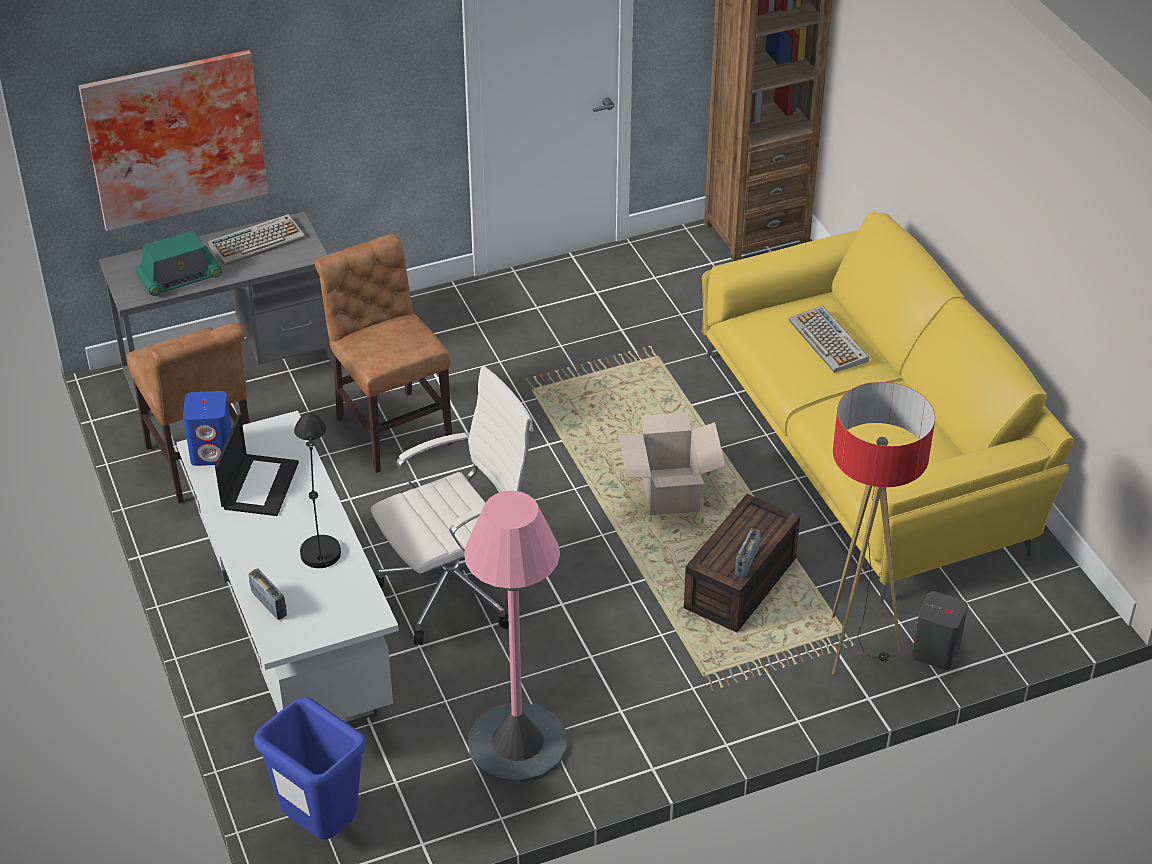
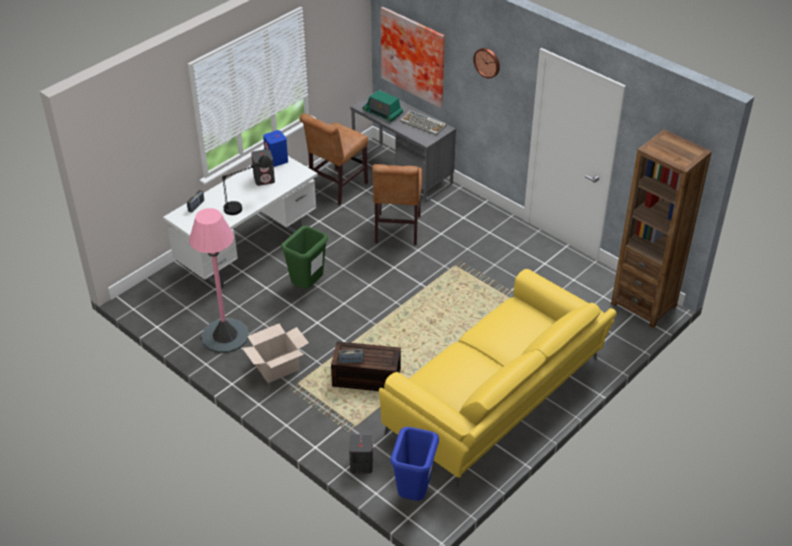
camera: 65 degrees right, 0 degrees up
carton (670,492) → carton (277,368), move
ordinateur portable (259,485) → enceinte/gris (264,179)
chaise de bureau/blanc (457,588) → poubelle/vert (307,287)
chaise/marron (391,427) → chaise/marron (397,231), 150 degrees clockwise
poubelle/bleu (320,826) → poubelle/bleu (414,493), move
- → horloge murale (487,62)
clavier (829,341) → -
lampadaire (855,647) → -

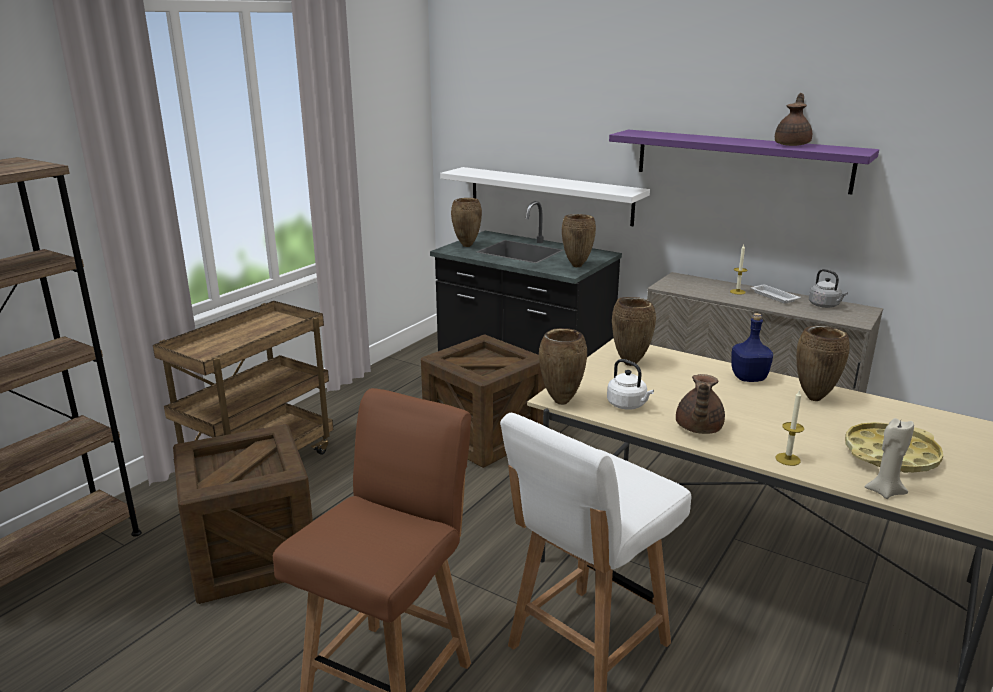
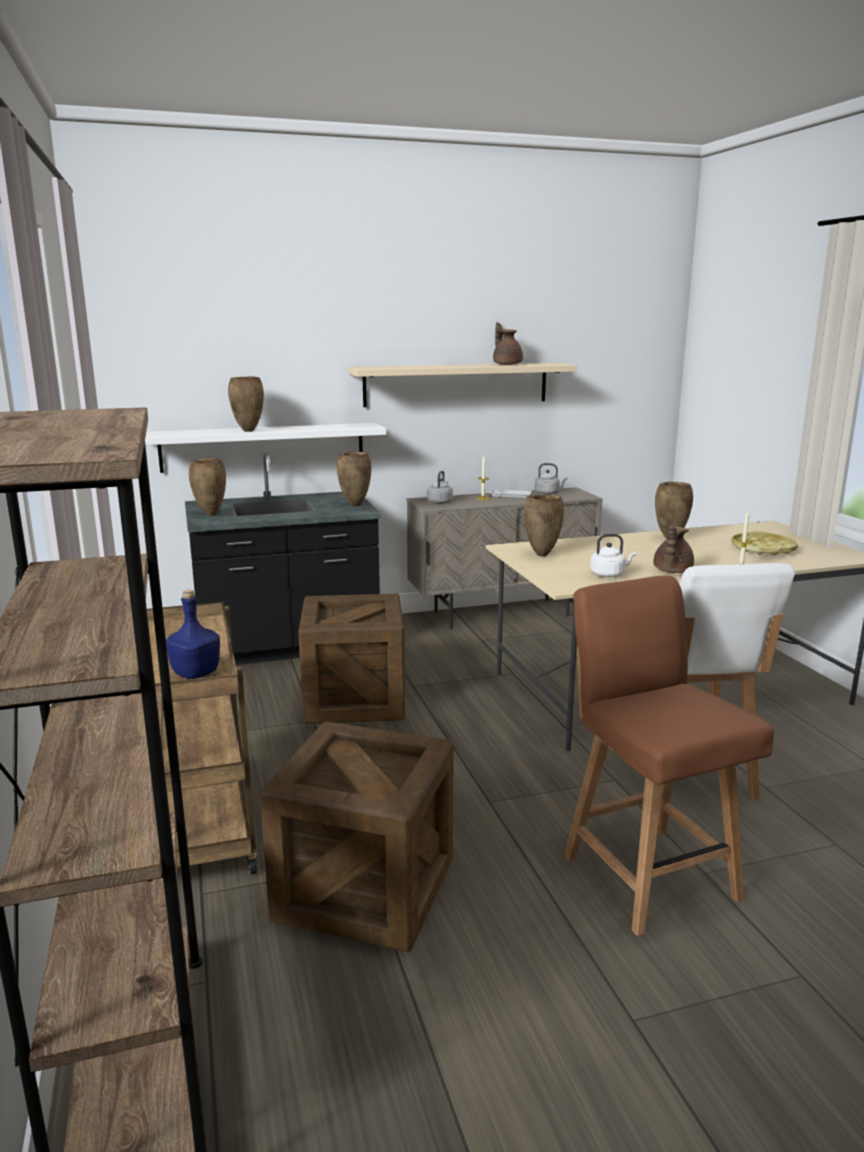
camera: 50 degrees left, 5 degrees down
bouteille/bleu (749,378) → bouteille/bleu (196,673), move
vase/marron (560,402) → vase/marron (248,431), move
étagère/violet (741,160) → étagère/beige (456,384)
- → bouilloire/gris (440,502)
théière/marron (697,428) → théière/marron (671,571), 60 degrees clockwise
bougie/beige (884,491) → -

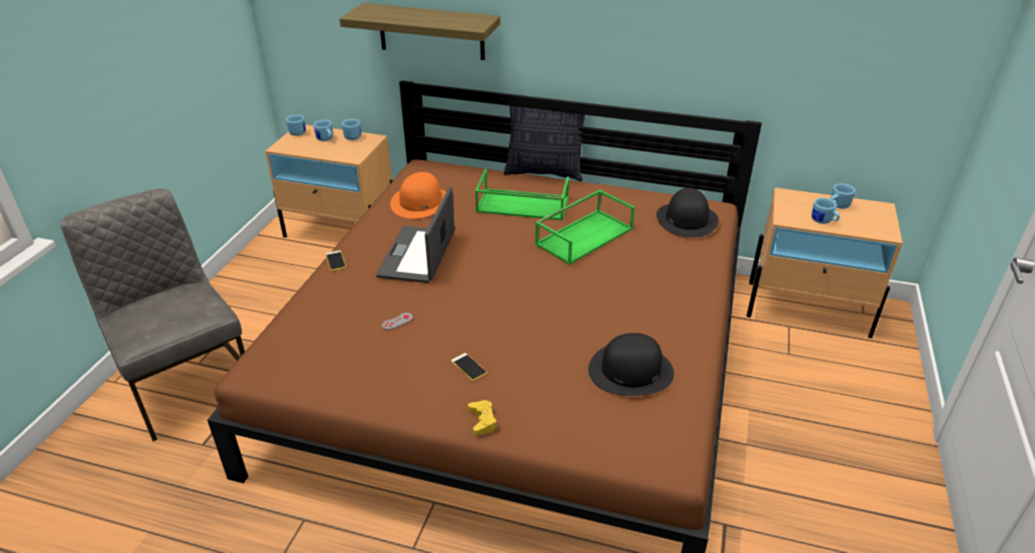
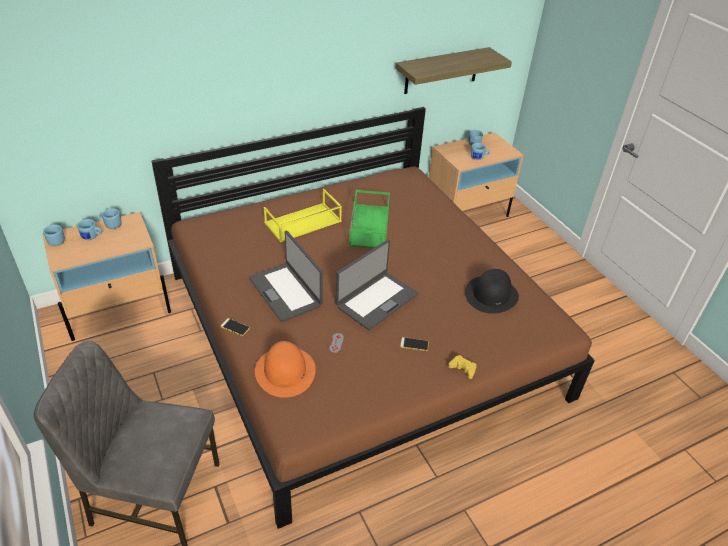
camera: 45 degrees left, 5 degrees up
chapeau/orange (420,202) → chapeau/orange (285,371), move
plateau/vert (521,205) → plateau/jaune (302,223)
- → ordinateur portable (376,300)
étagère (431,32) → étagère (441,70), move
coussin (544,173) → -
chapeau/noir (686,219) → -

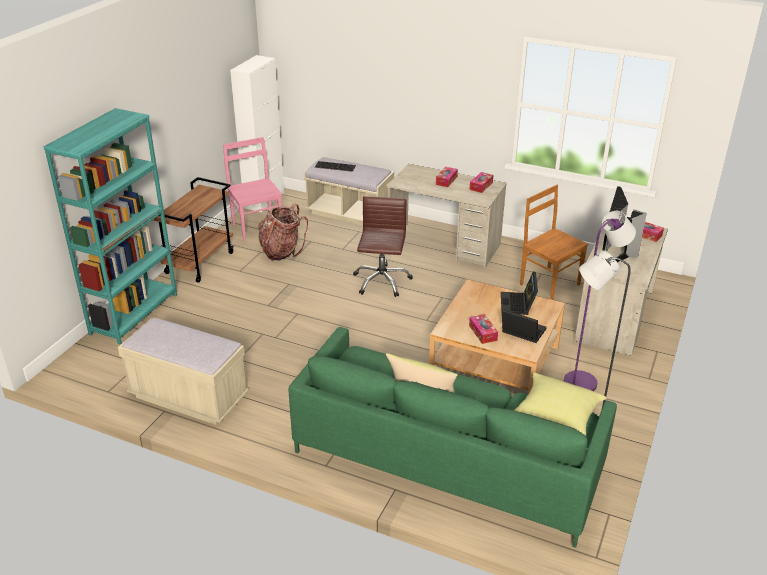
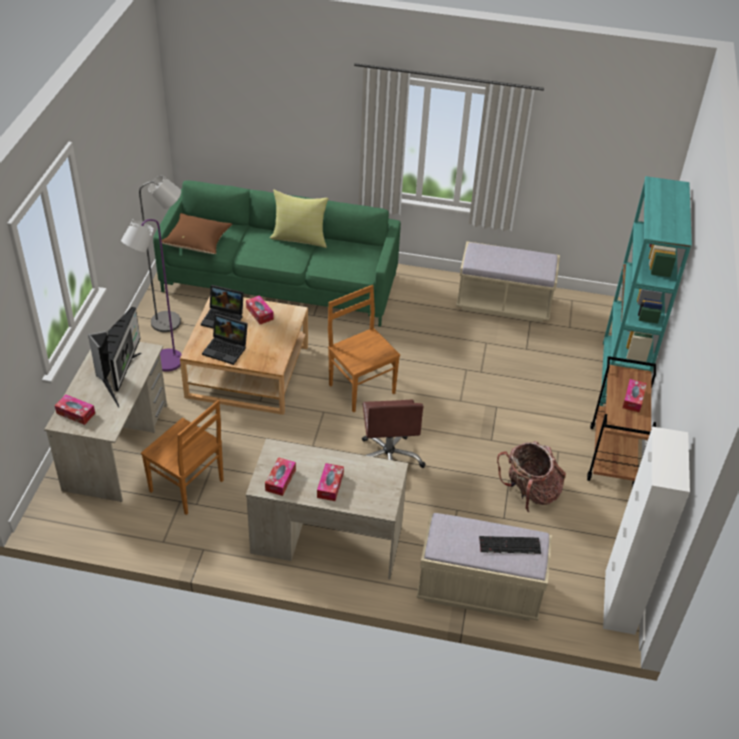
camera: 165 degrees right, 10 degrees up
coussin/jaune (556,416) → coussin/marron (198,243)
ordinateur portable (518,304) → ordinateur portable (227,349), 120 degrees clockwise
- → chaise/marron (361,388)
- → boîte à mouchoirs (633,399)
chaise/rose (257,227) → -

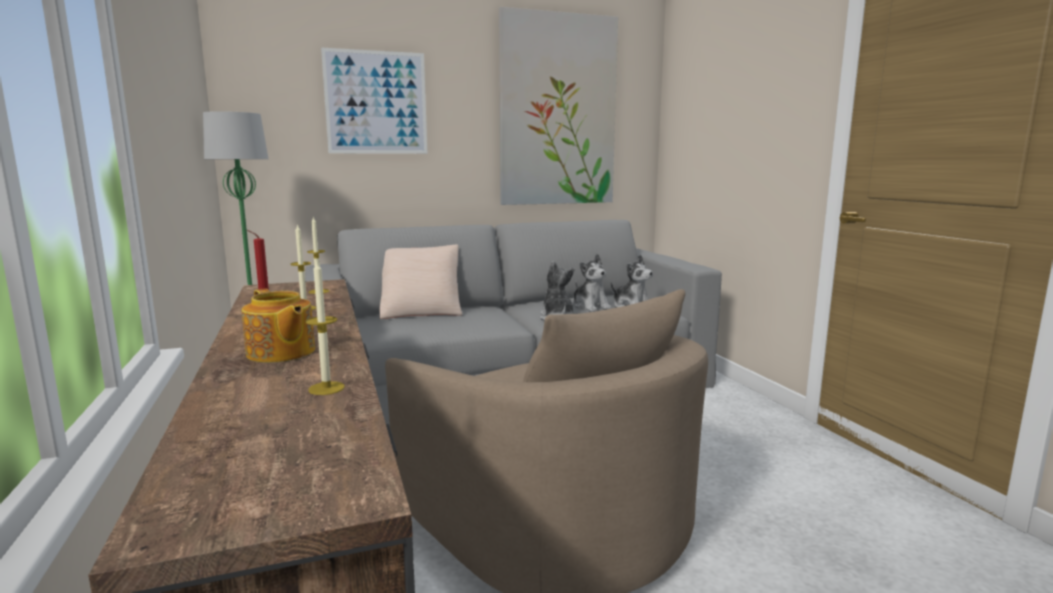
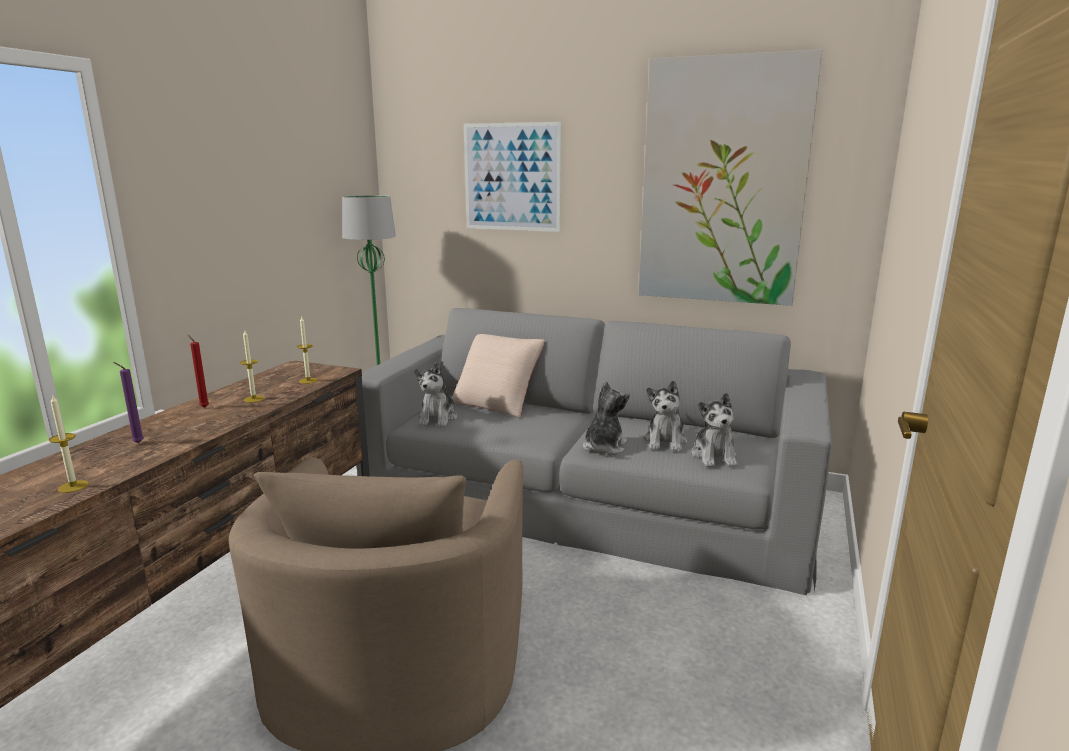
camera: 40 degrees right, 5 degrees up
théière (281,353) → bougie/violet (136,443)
- → peluche (438,418)

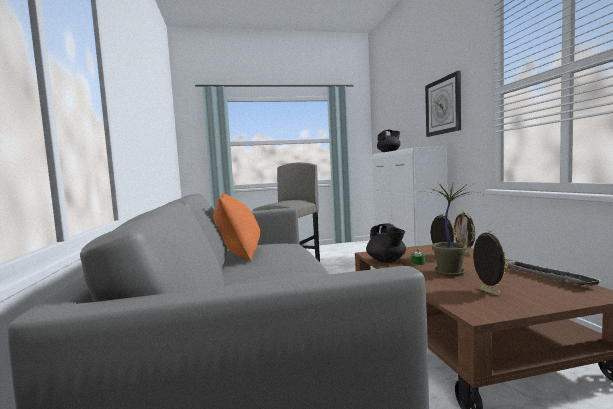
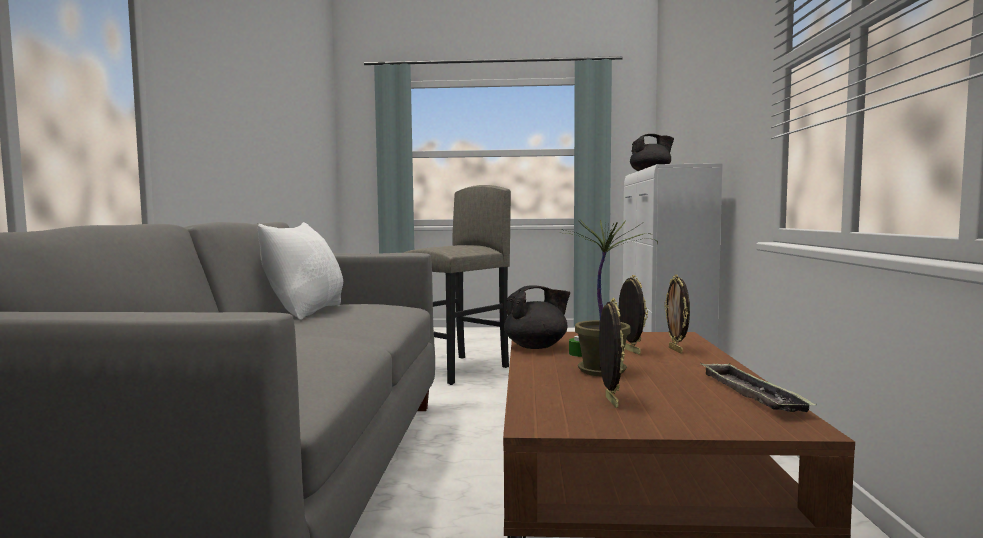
camera: 15 degrees right, 0 degrees up
coussin/orange (239,254) → coussin/blanc (306,312)
théière/noir (386,261) → théière/noir (537,347), 105 degrees counterclockwise
horloge murale (443,106) → -

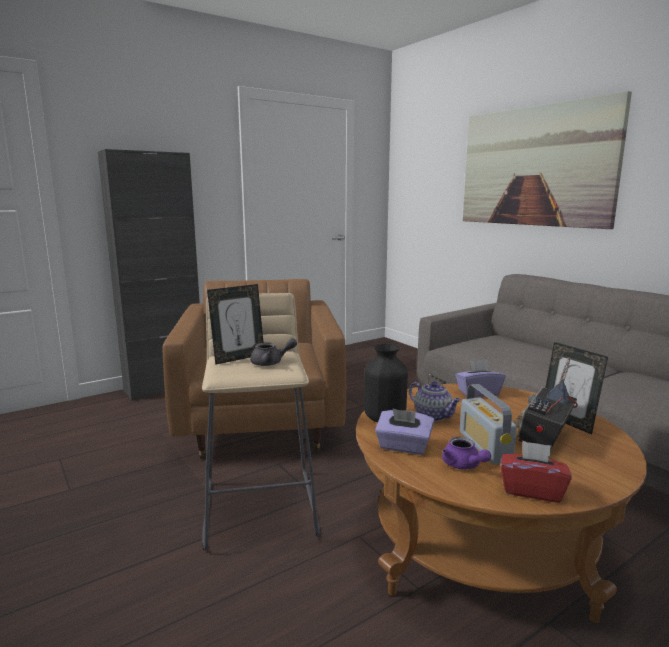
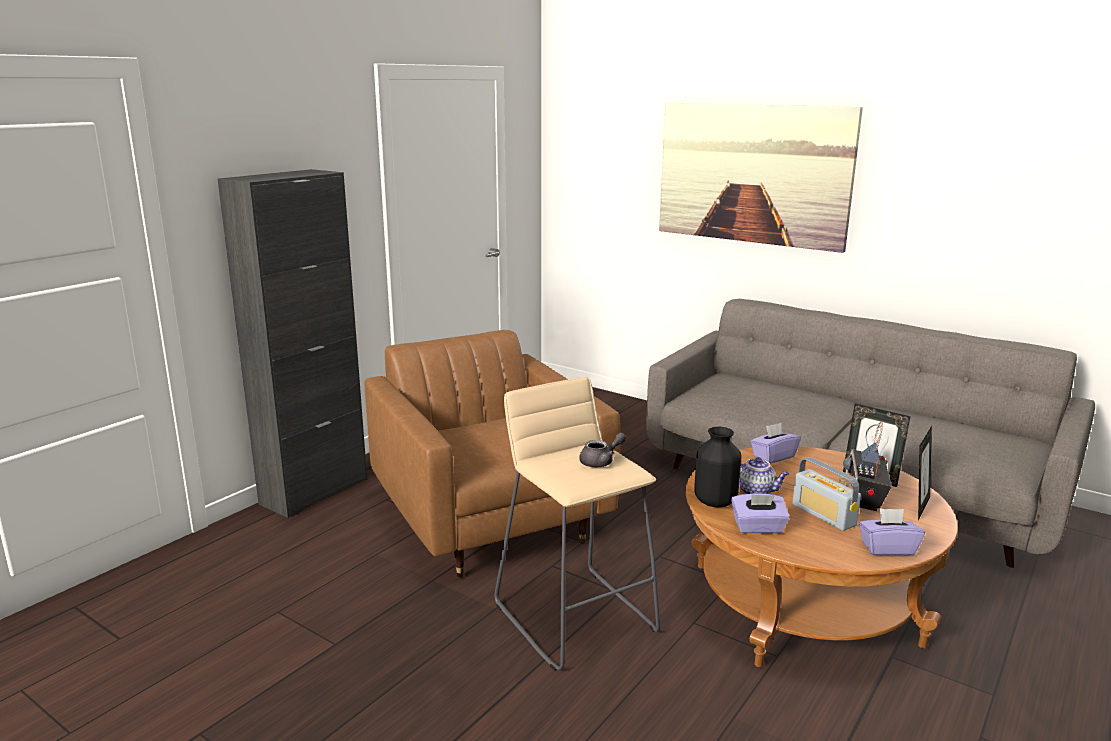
camera: 20 degrees left, 5 degrees up
boîte à mouchoirs/rouge (532,490) → boîte à mouchoirs/violet (887,548)
cadre photo (238,358) → cadre photo (919,507), move
théière/violet (463,466) → -

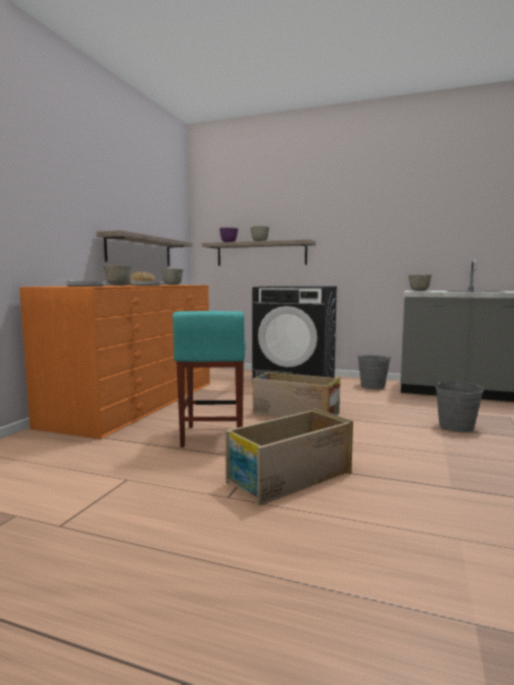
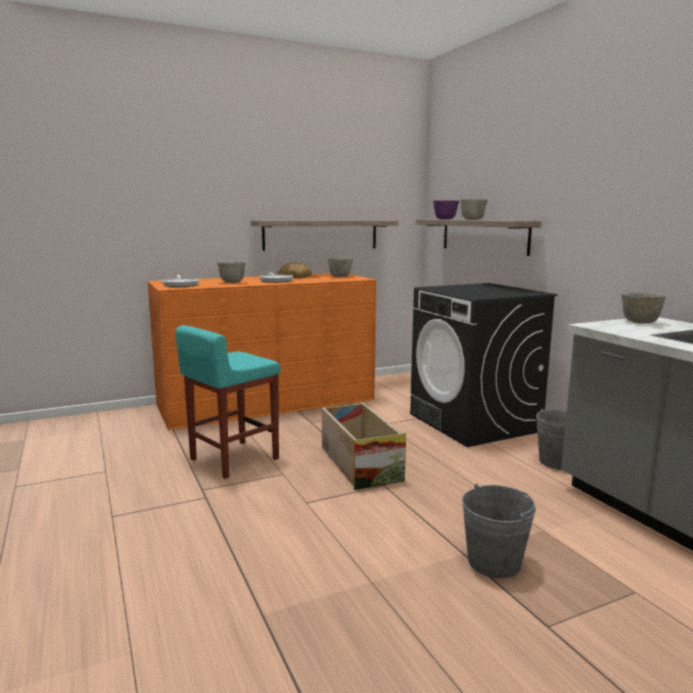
camera: 45 degrees right, 5 degrees up
caisse (289,478) → -

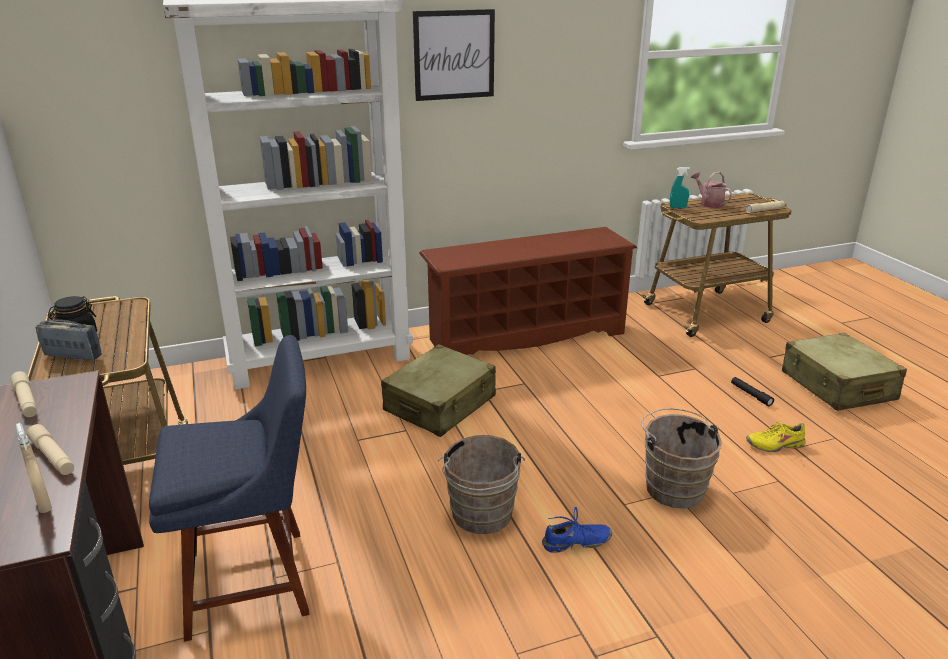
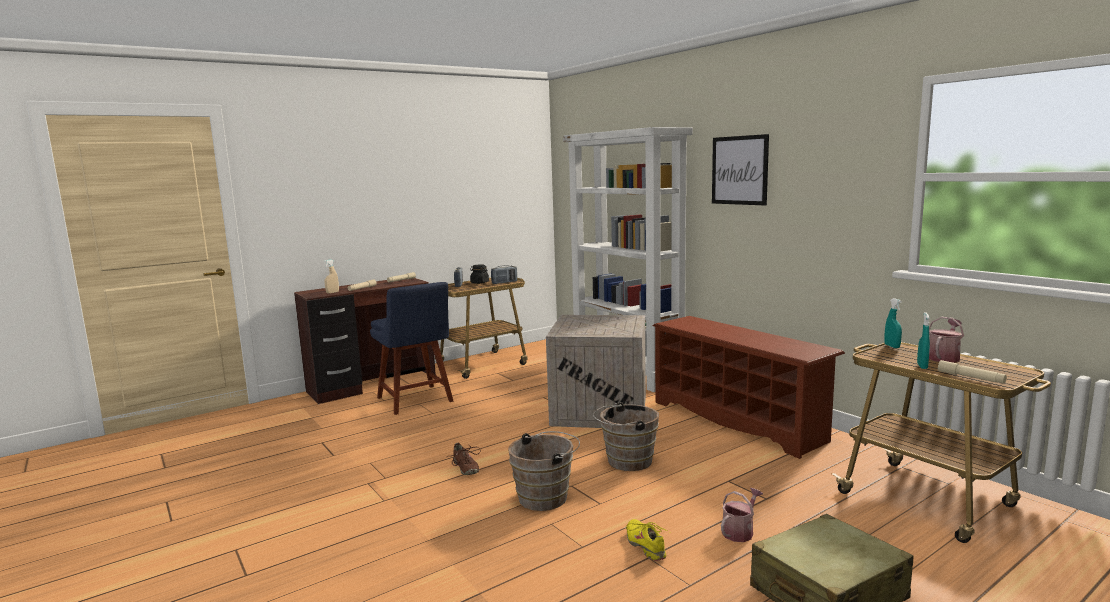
camera: 75 degrees right, 15 degrees down
chaussure/bleu (576,543) → chaussure/marron (465,468)
- → radio (504,282)
valise/beige (440,404) → caisse (601,410)
seau/marron (481,517) → seau/marron (626,461), move
lampe de poche/noir (751,394) → arrosoir (740,531)
- → vaporisateur/turquoise (922,366)

